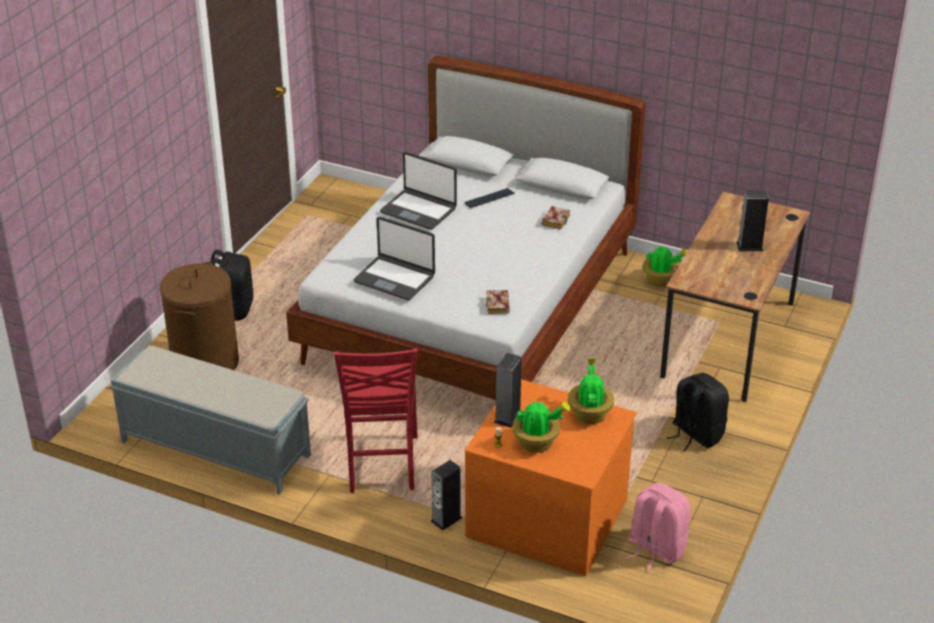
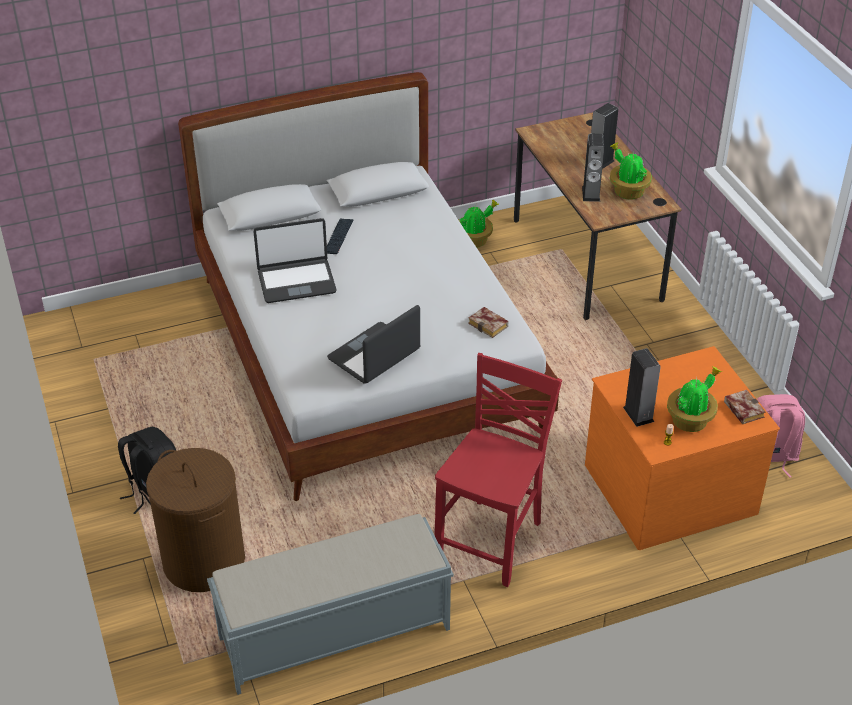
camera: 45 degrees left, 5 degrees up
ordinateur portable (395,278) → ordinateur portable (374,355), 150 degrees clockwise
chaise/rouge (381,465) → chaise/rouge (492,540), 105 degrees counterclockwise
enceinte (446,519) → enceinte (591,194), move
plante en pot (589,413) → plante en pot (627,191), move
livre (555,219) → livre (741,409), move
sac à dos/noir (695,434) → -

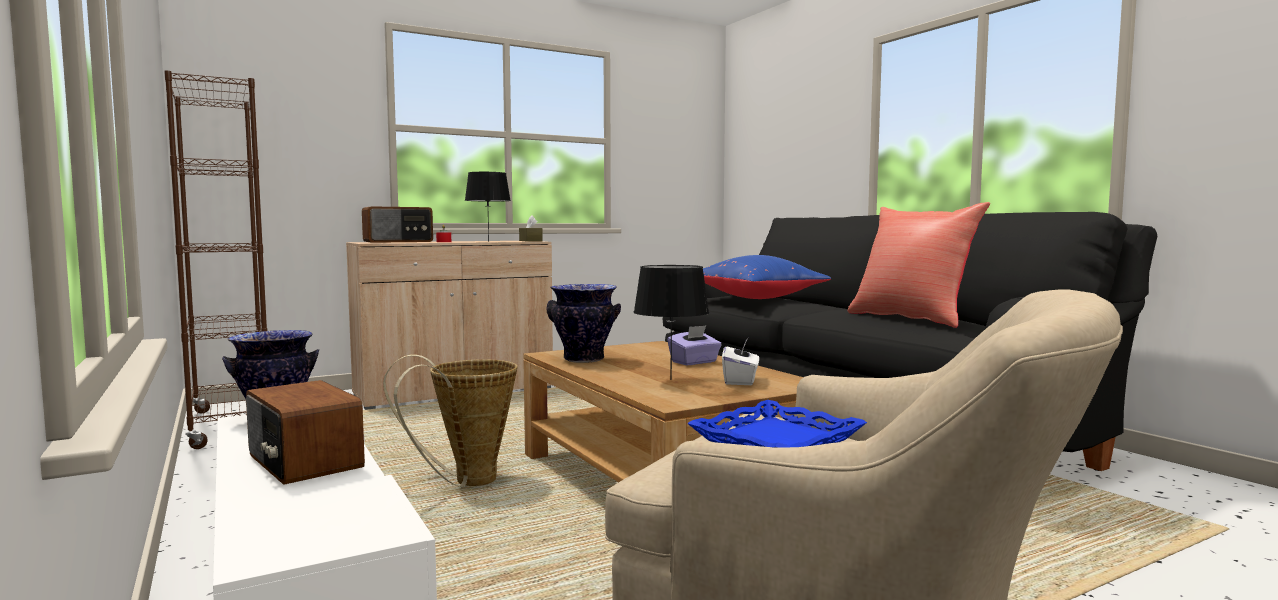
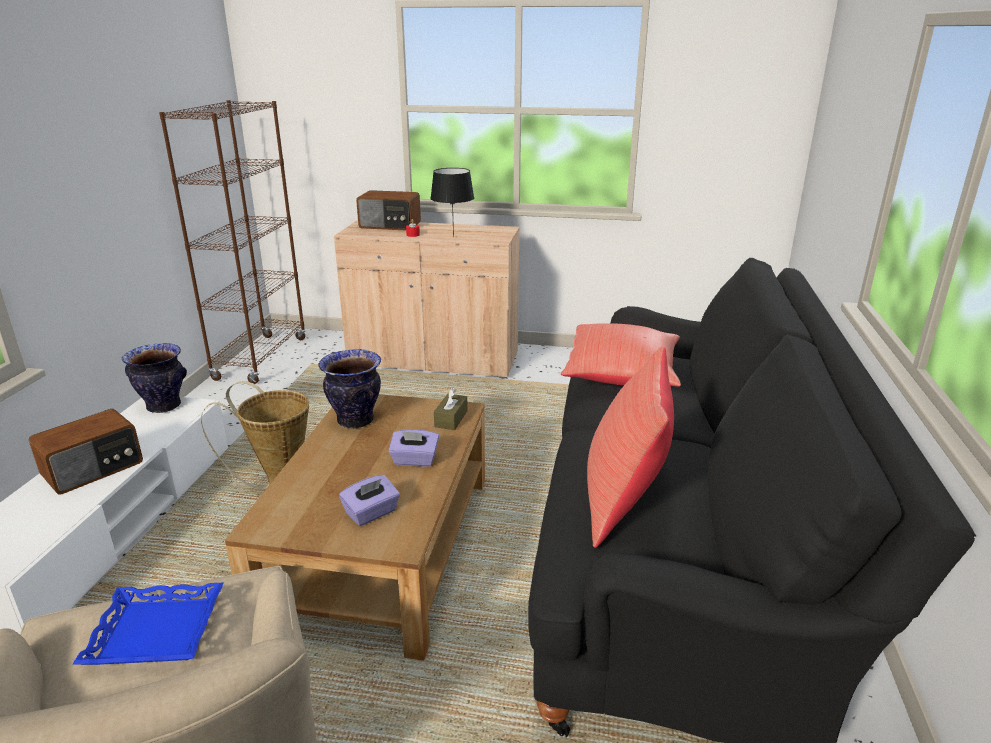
camera: 40 degrees right, 20 degrees up
radio (303,462) → radio (94,469), 135 degrees counterclockwise
boîte à mouchoirs/blanc (740,381) → boîte à mouchoirs/violet (371,513)
boîte à mouchoirs/marron (530,241) → boîte à mouchoirs/marron (451,419), move
coussin/bleu (759,298) → coussin/rouge (622,376)
lampe de table/noir (670,379) → -

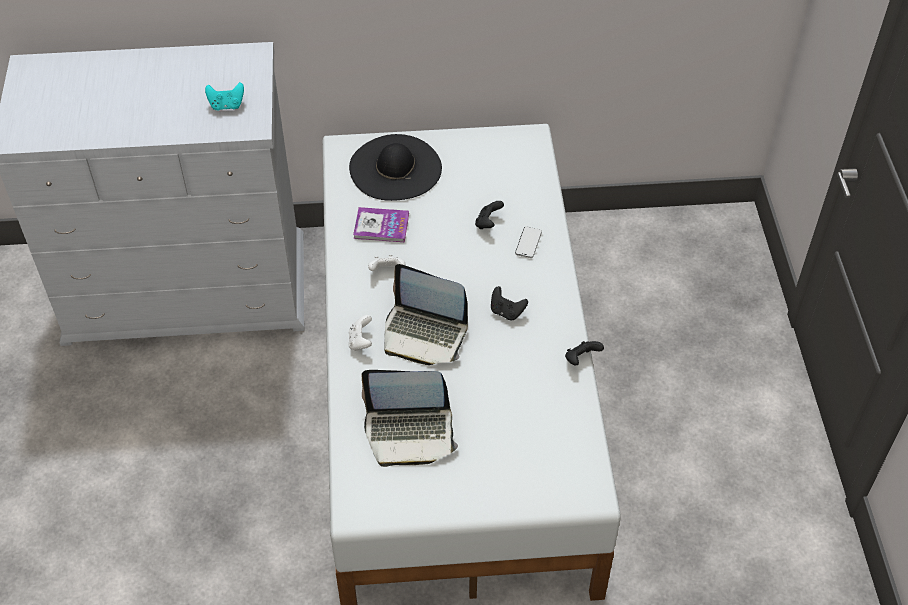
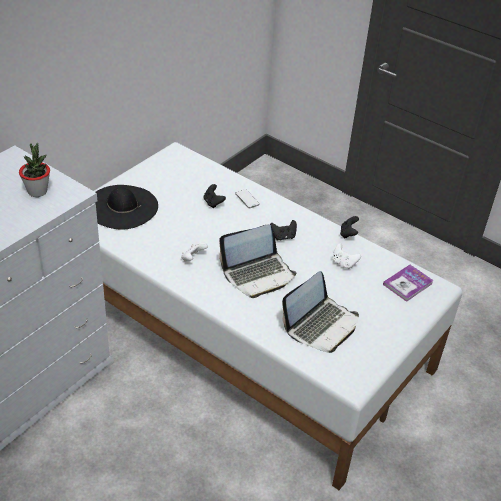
camera: 50 degrees left, 10 degrees down
manette/turquoise (226,105) → plante en pot (37,191)
manette/blanc (360,341) → manette/blanc (344,263), move
livre (381,226) → livre (407,284), move

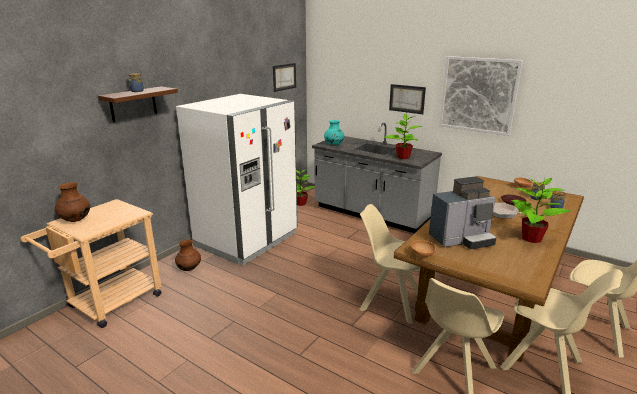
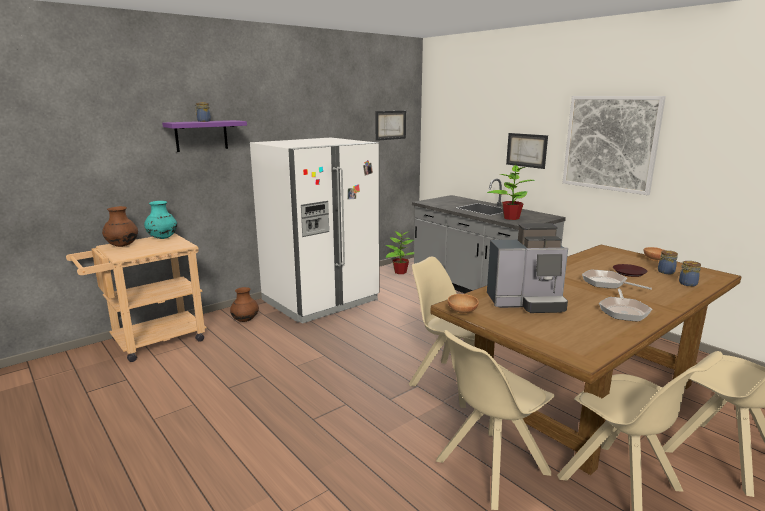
camera: 15 degrees right, 5 degrees down
vase/turquoise (334,145) → vase/turquoise (162,238), move
étagère/marron (133,104) → étagère/violet (201,135)
plante en pot (530,238) → poêle (623,311)

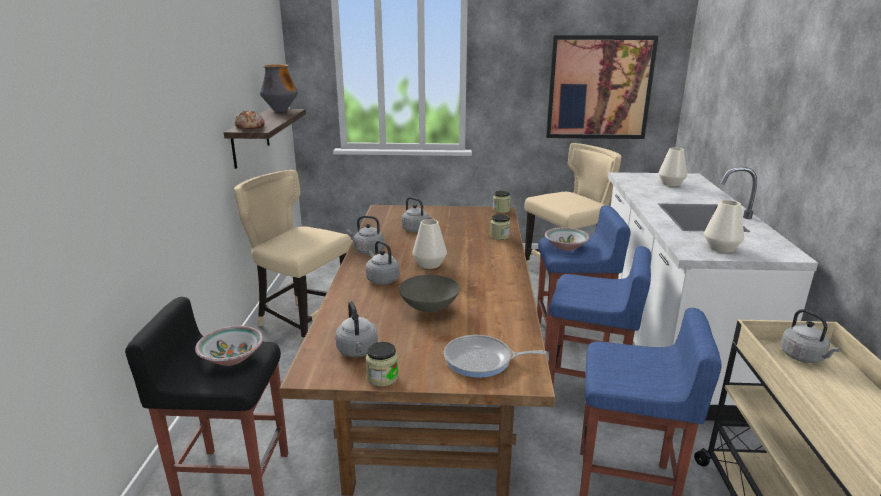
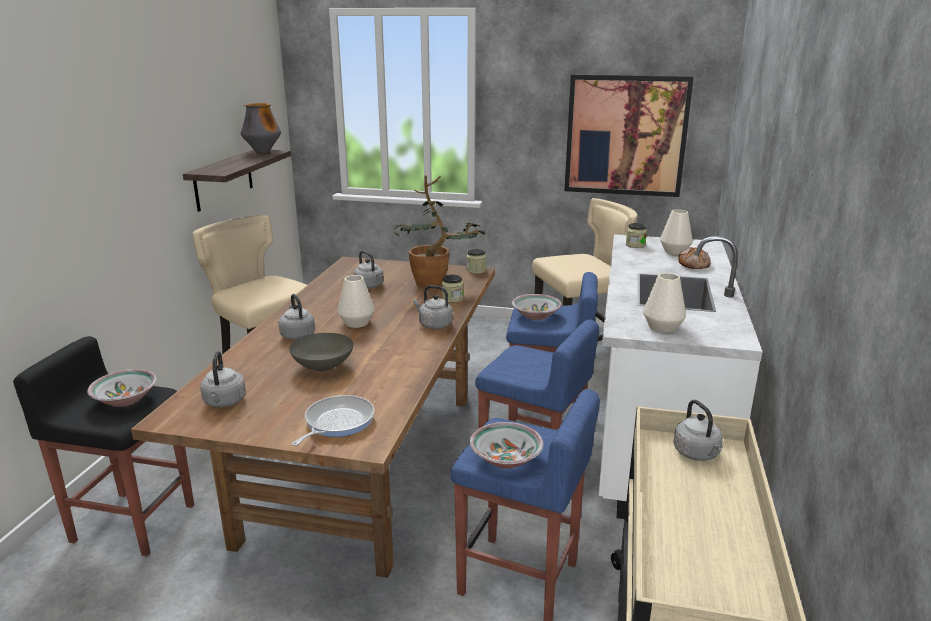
camera: 10 degrees right, 0 degrees up
poêle (482,361) → poêle (336,423), 105 degrees clockwise
- → plante en pot (437,284)
bouilloire/gris (367,251) → bouilloire/gris (434,325), move
- → bol (505,459)
bocal (382,377) → bocal (635,245), move
pain (251,127) → pain (694,265), move

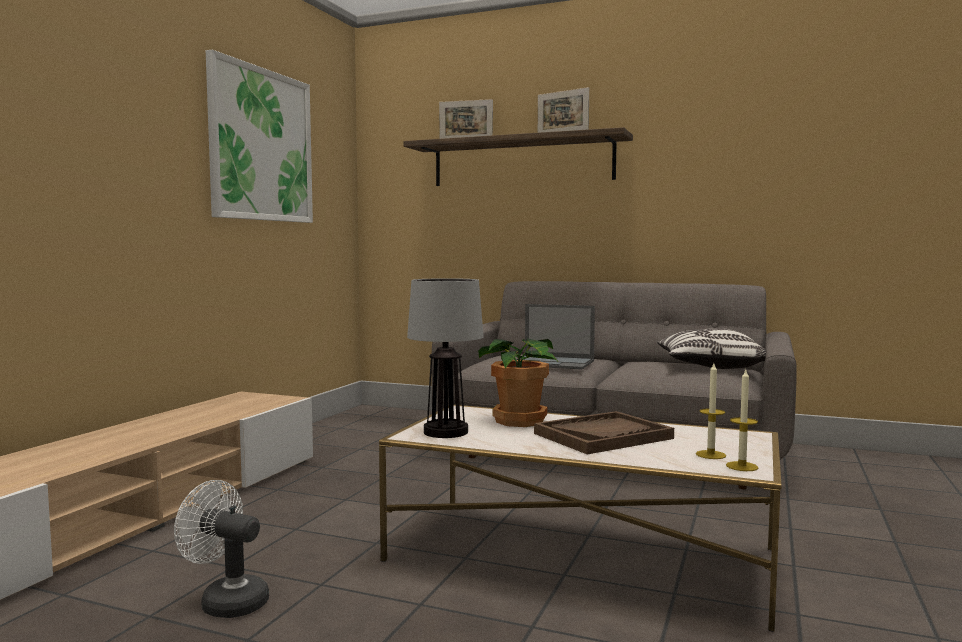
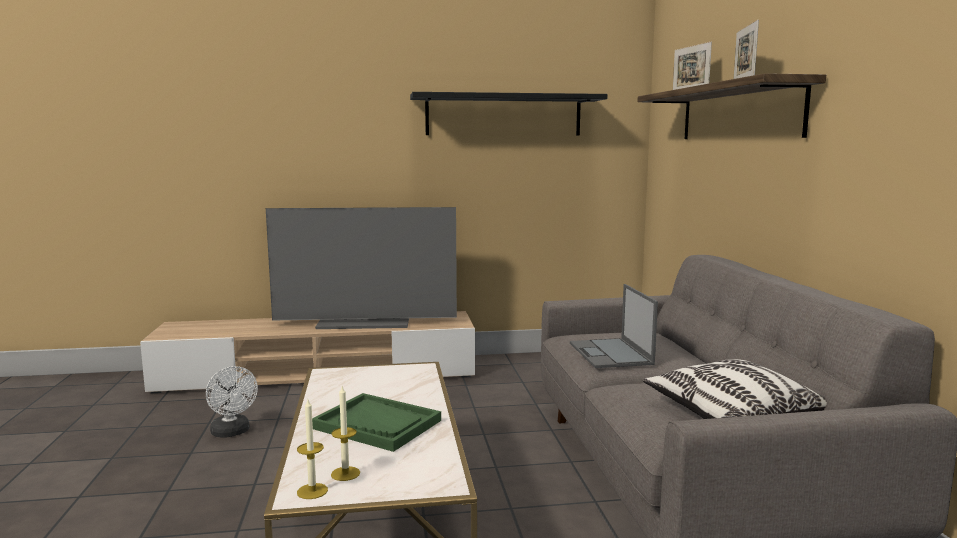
camera: 60 degrees right, 5 degrees up
ventilateur/blanc (226,601) → ventilateur/blanc (232,432), 150 degrees clockwise
- → téléviseur (365,322)
plateau/marron (603,436) → plateau/vert (377,424)
tableau (261,145) → étagère/noir (503,115)
lampe de table (446,432) → -
plante en pot (519,420) → -

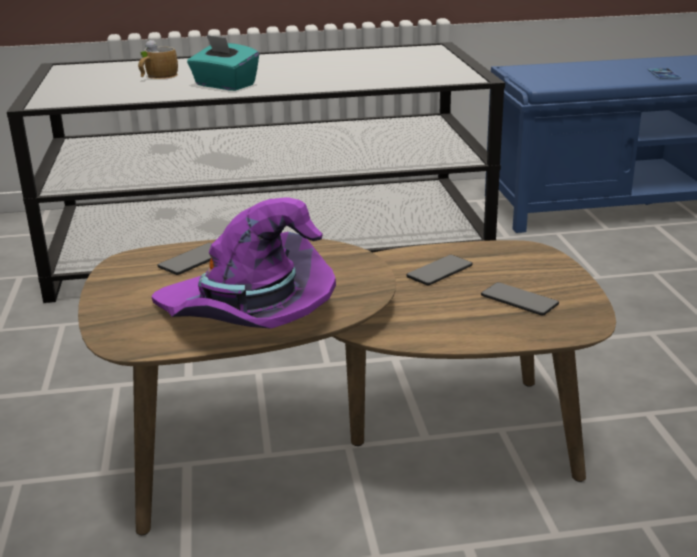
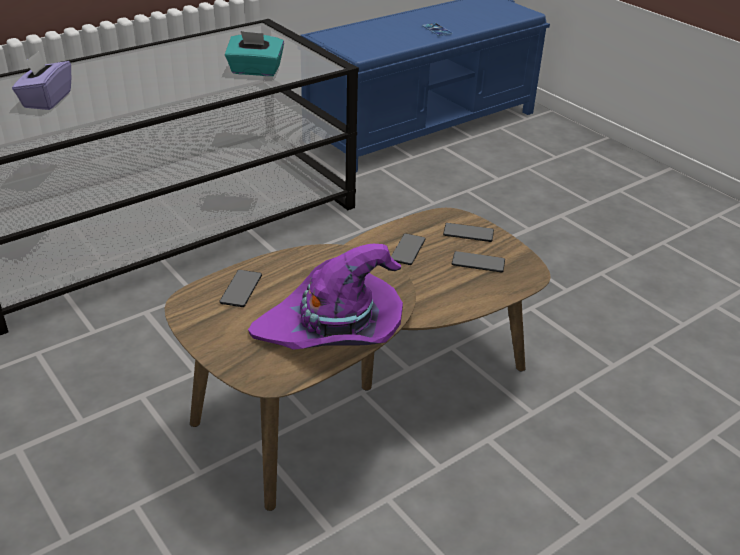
camera: 30 degrees left, 10 degrees up
mug (157,77) → boîte à mouchoirs/violet (46,100)
boîte à mouchoirs/turquoise (224,85) → boîte à mouchoirs/turquoise (255,71), move
- → téléphone (468,233)

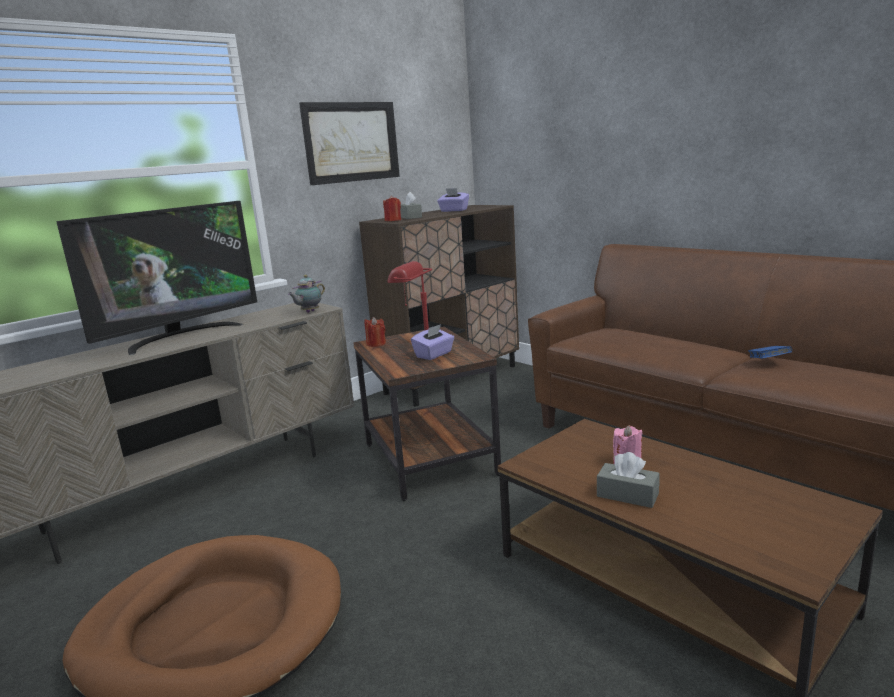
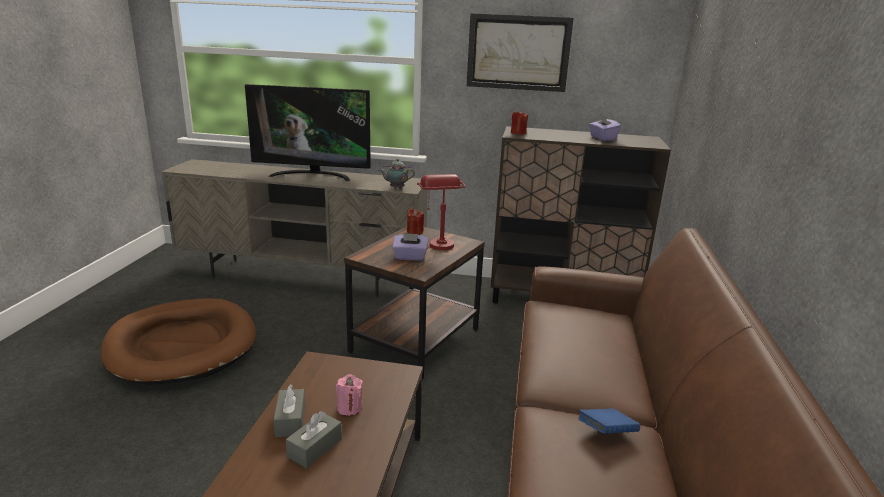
camera: 50 degrees right, 5 degrees up
boîte à mouchoirs/gris (410,217) → boîte à mouchoirs/gris (315,448), move

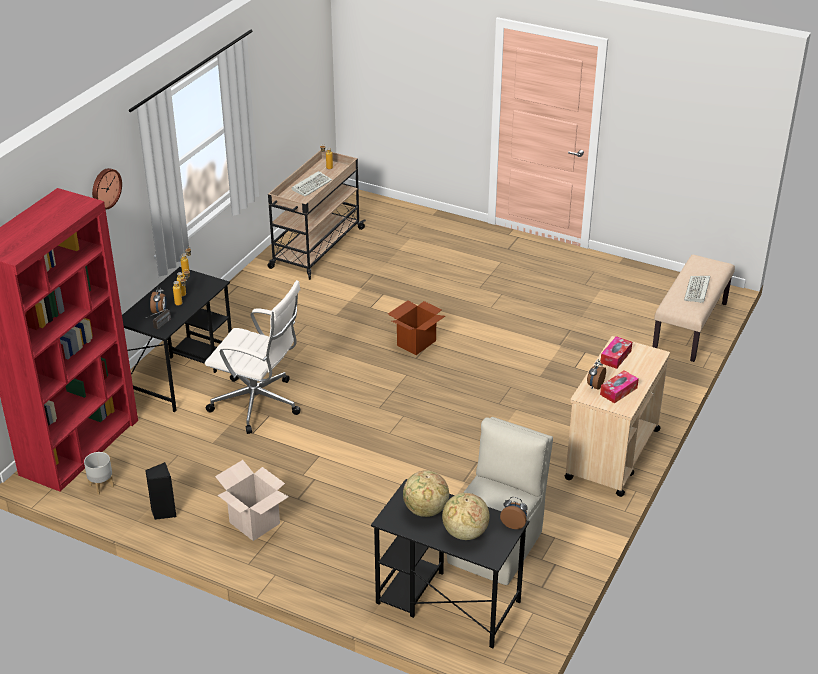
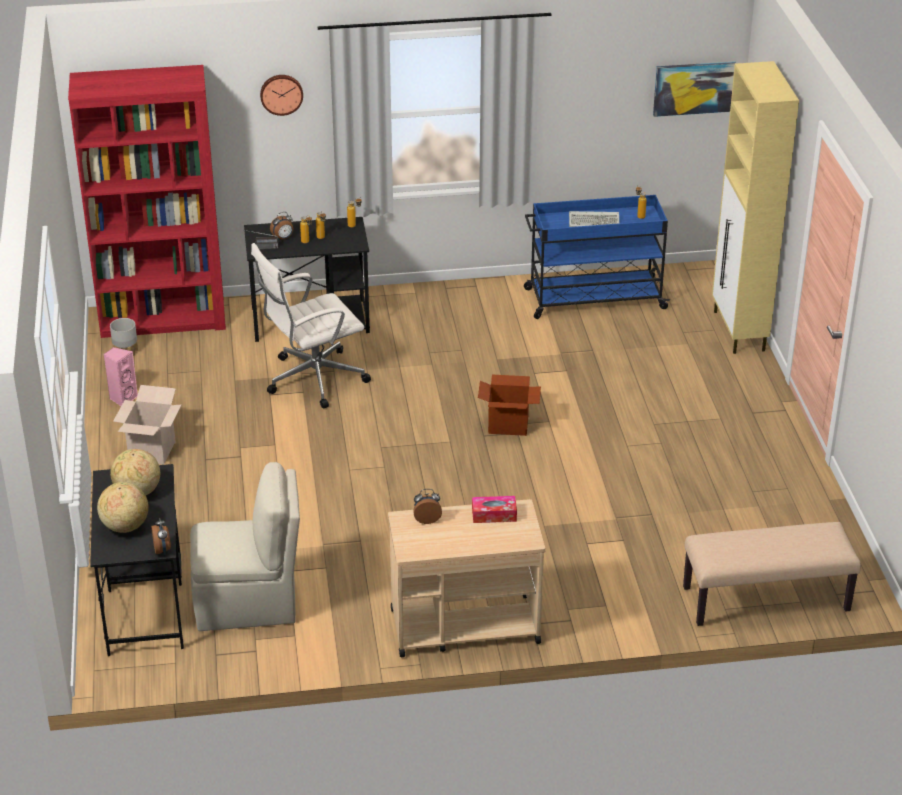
camera: 55 degrees right, 0 degrees up
enceinte/noir (163,512) → enceinte/rose (123,398)
chaise de bureau/blanc (258,404) → chaise de bureau/blanc (312,379), 75 degrees clockwise
chariot/beige (316,248) → chariot/bleu (593,299)
- → tableau (693,88)
- → meuble de rangement/beige (739,331)
boîte à mouchoirs (618,391) → -
clavier (697,291) → -

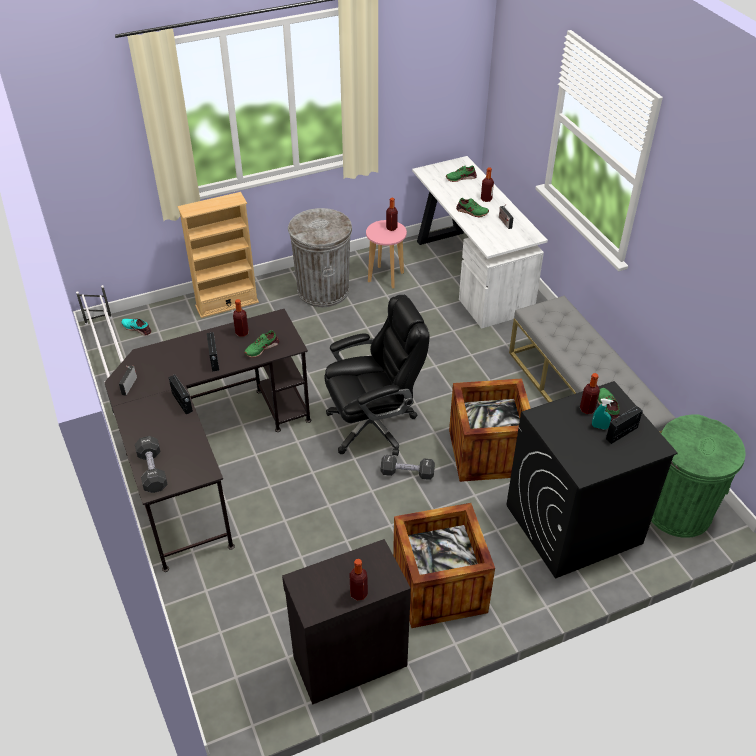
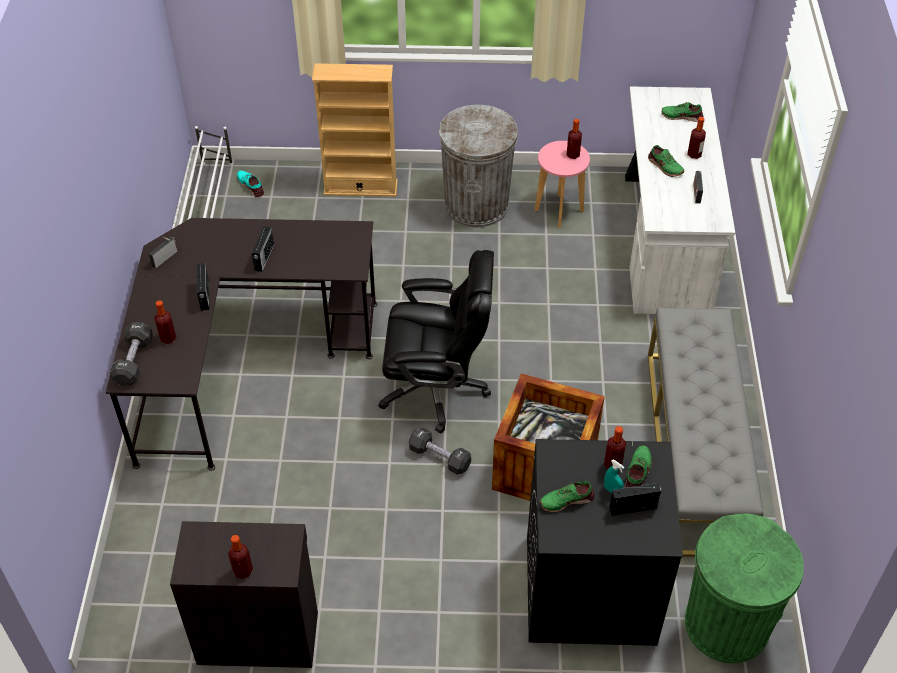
camera: 25 degrees right, 5 degrees up
bouteille (242,333) → bouteille (168,338), move
chaussure/vert (261,348) → chaussure/vert (566,500), move
caisse (439,587) → -

